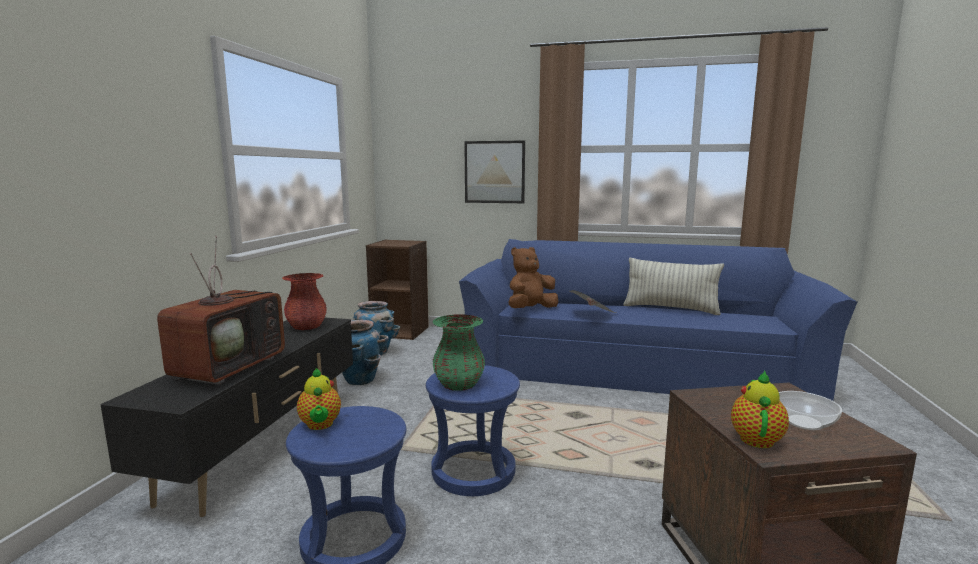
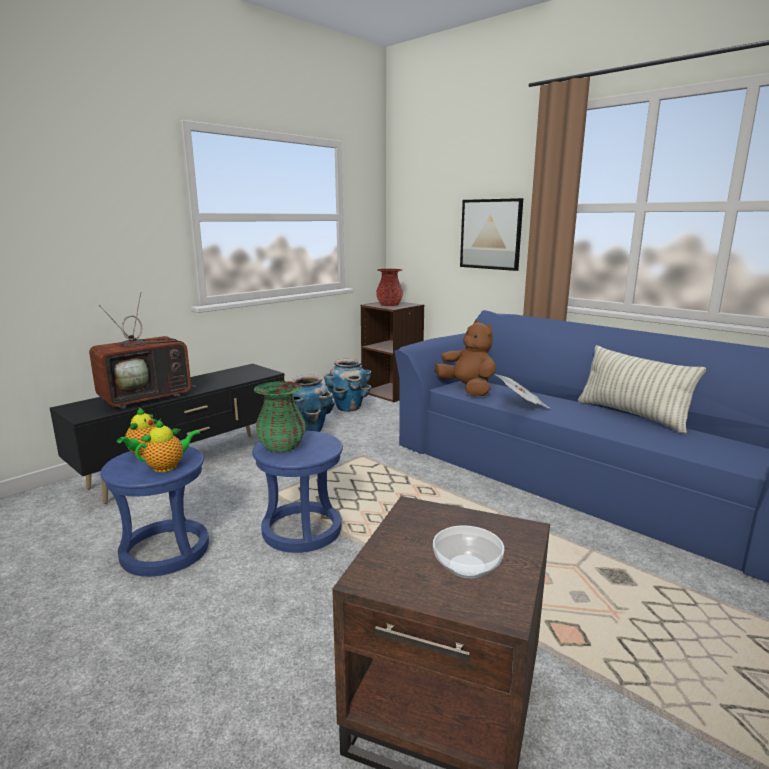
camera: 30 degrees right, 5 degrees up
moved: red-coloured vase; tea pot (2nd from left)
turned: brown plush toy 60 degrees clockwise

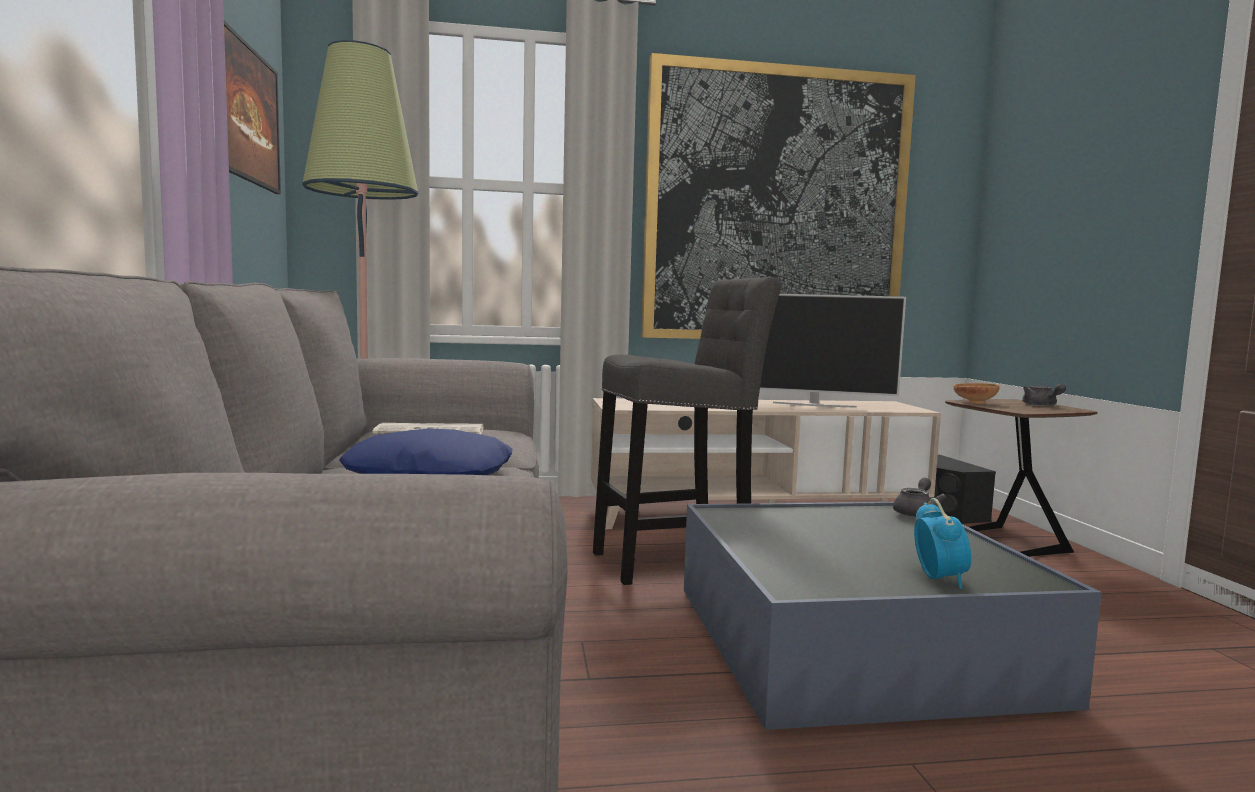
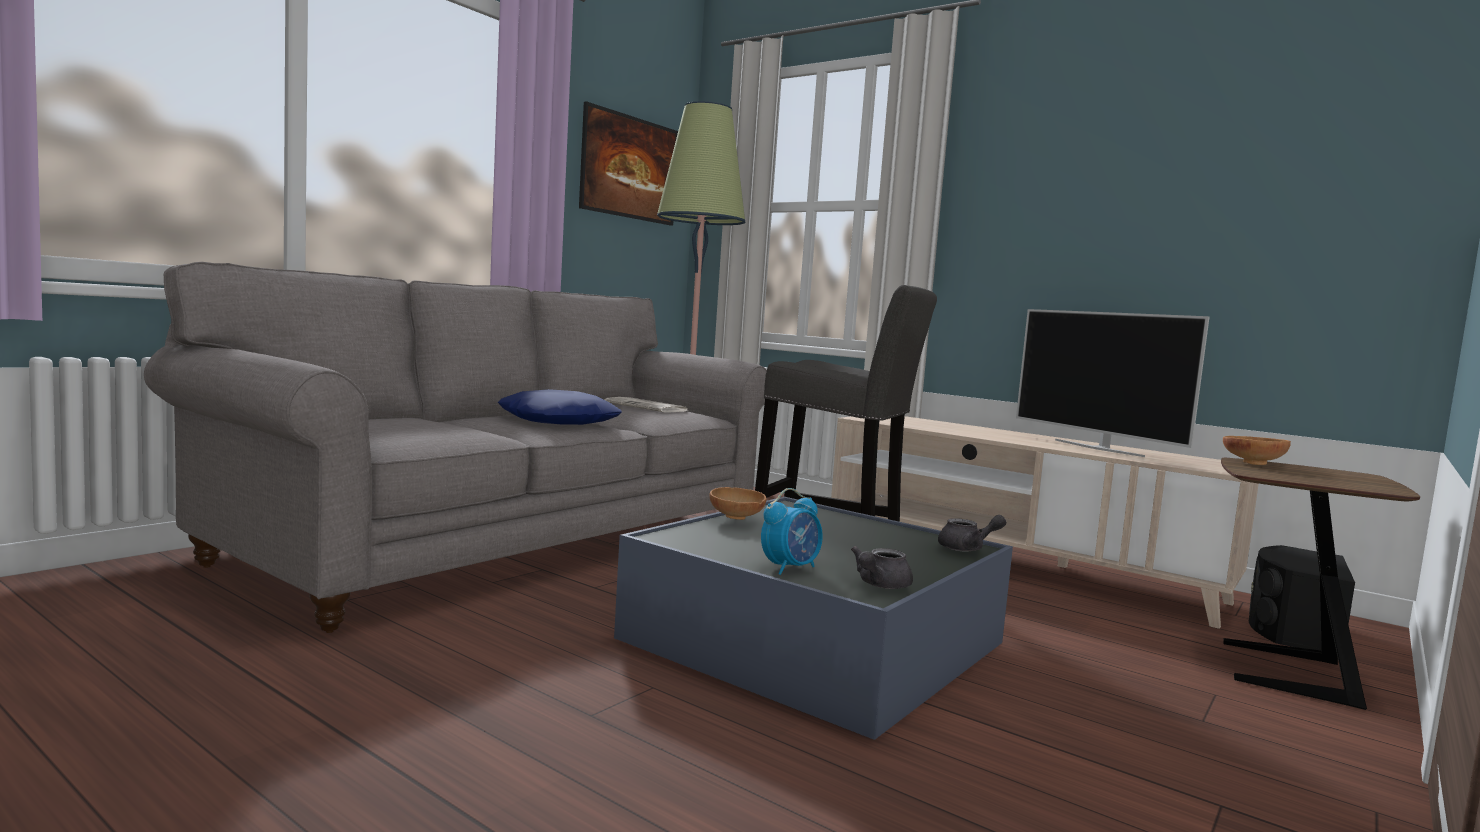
camera: 45 degrees right, 0 degrees up
removed: wall art (2nd from left)
added: brown serving bowl (1st from left)
moved: greyish tea pot (2nd from left in the first image) to greyish tea pot (1st from left)

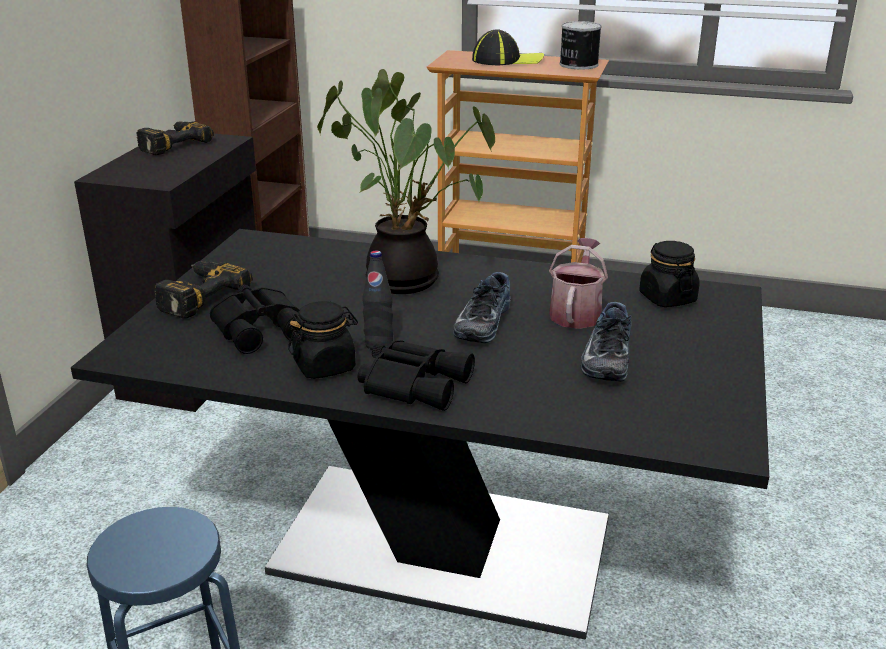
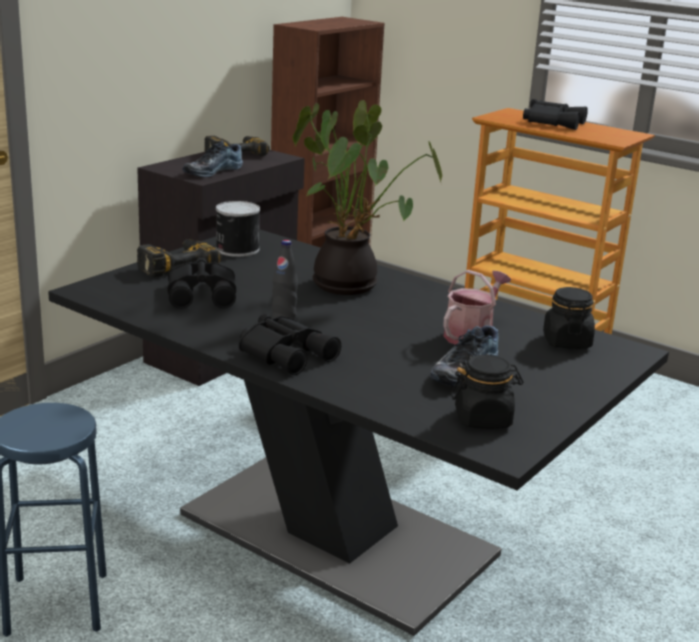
camera: 20 degrees right, 5 degrees down
moved: black jar (1st from left); item of footwear (1st from left); can
replaced: baseball cap to black field glasses (3rd from left)

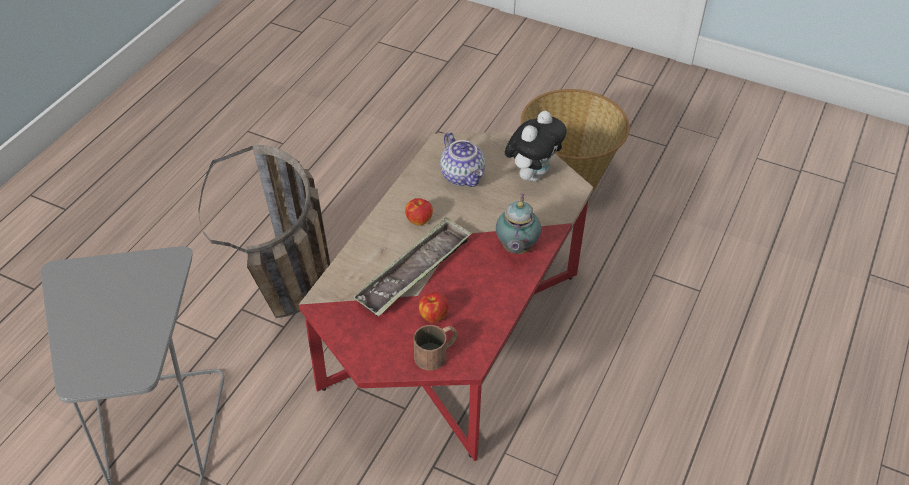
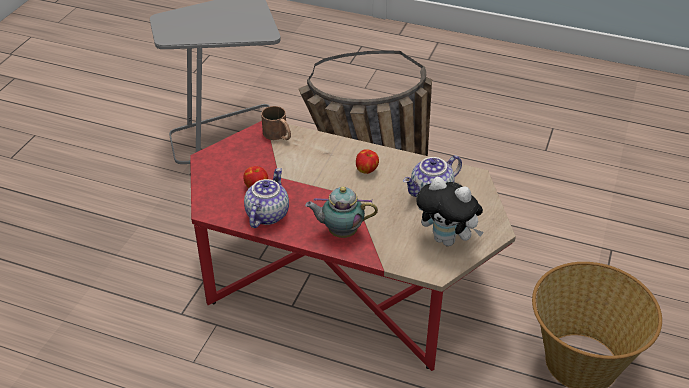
camera: 85 degrees right, 5 degrees down
removed: tray
added: tea pot (1st from left)
moved: brown tea mug

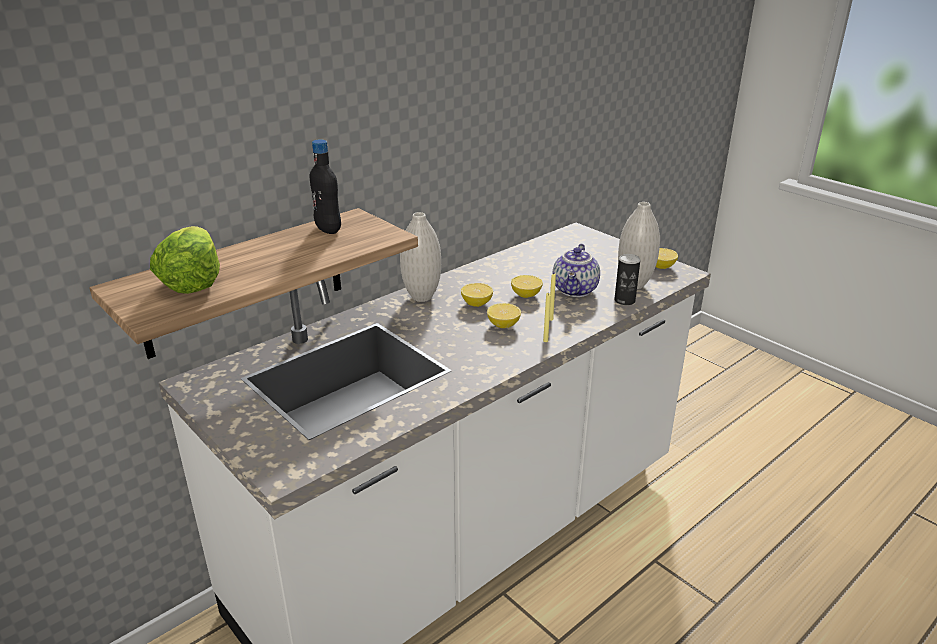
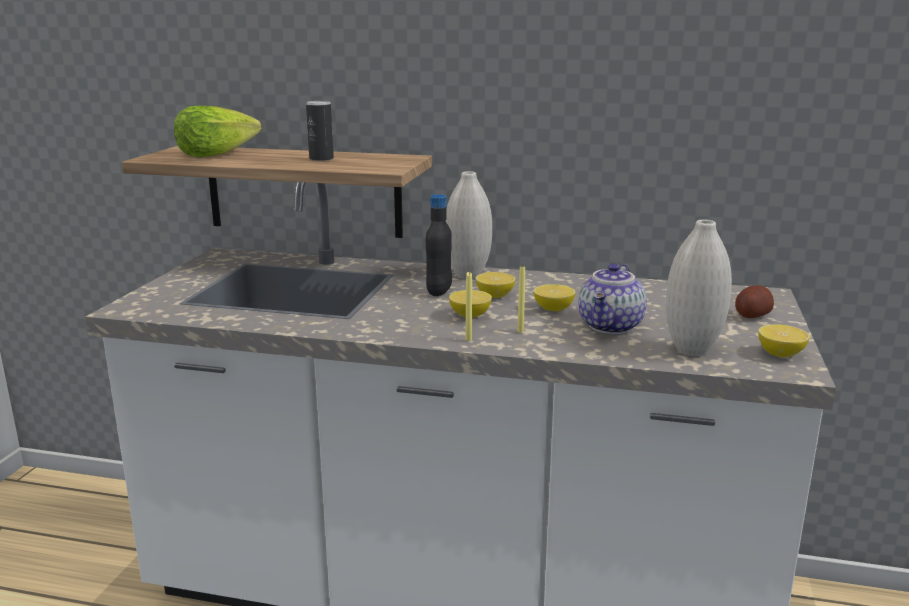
camera: 55 degrees right, 10 degrees down
added: potato
moved: black drink bottle; can
turned: tea pot 45 degrees counterclockwise

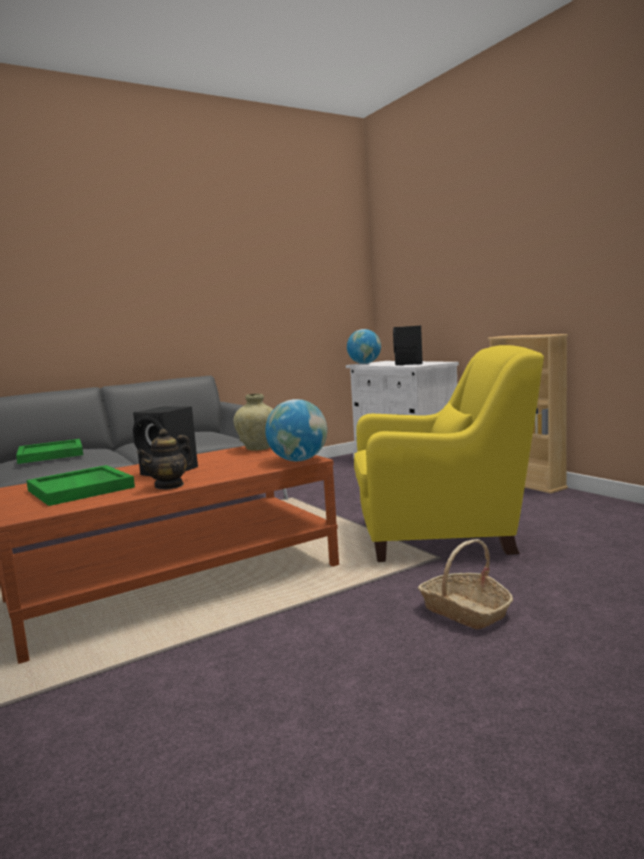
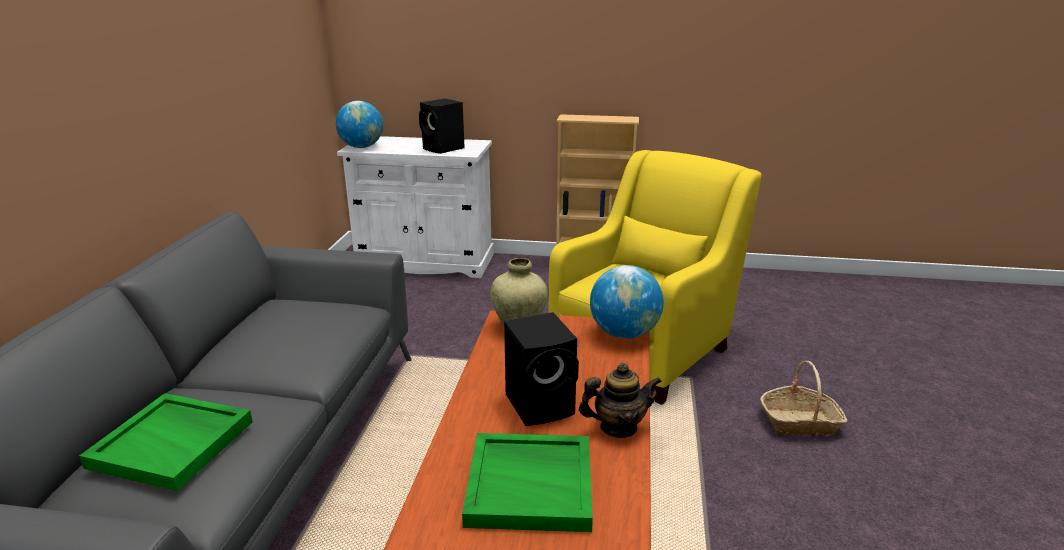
camera: 50 degrees left, 15 degrees up
turned: tea pot 90 degrees counterclockwise

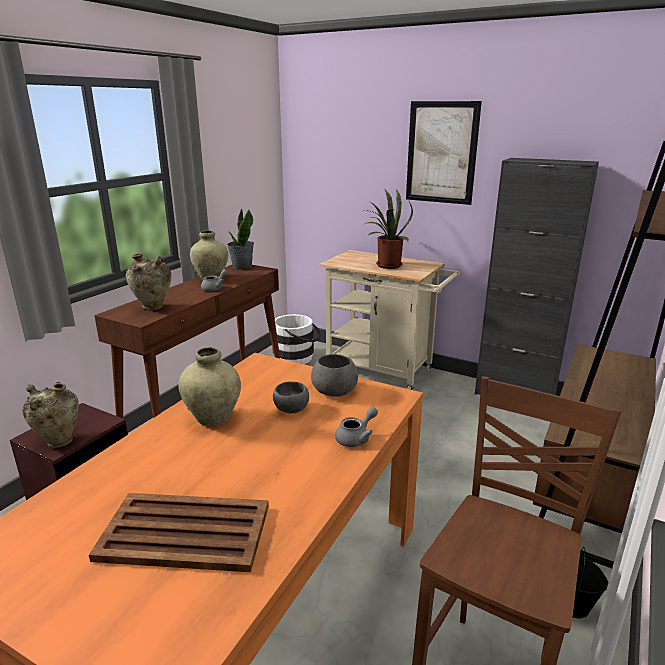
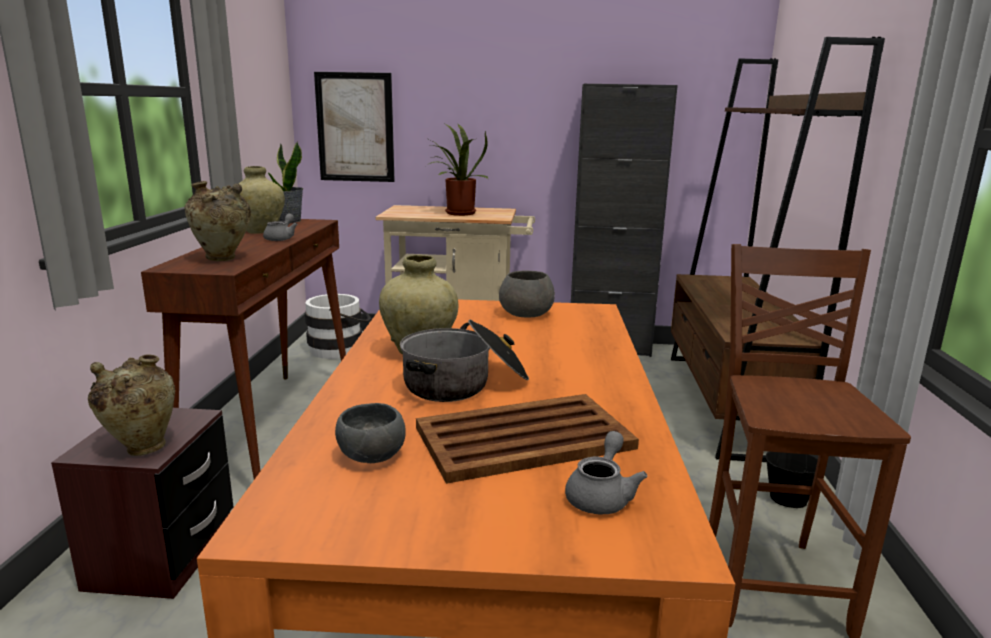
camera: 25 degrees left, 5 degrees down
added: saucepot
moved: greyish serving bowl (1st from left); greyish tea pot (2nd from left); wall art

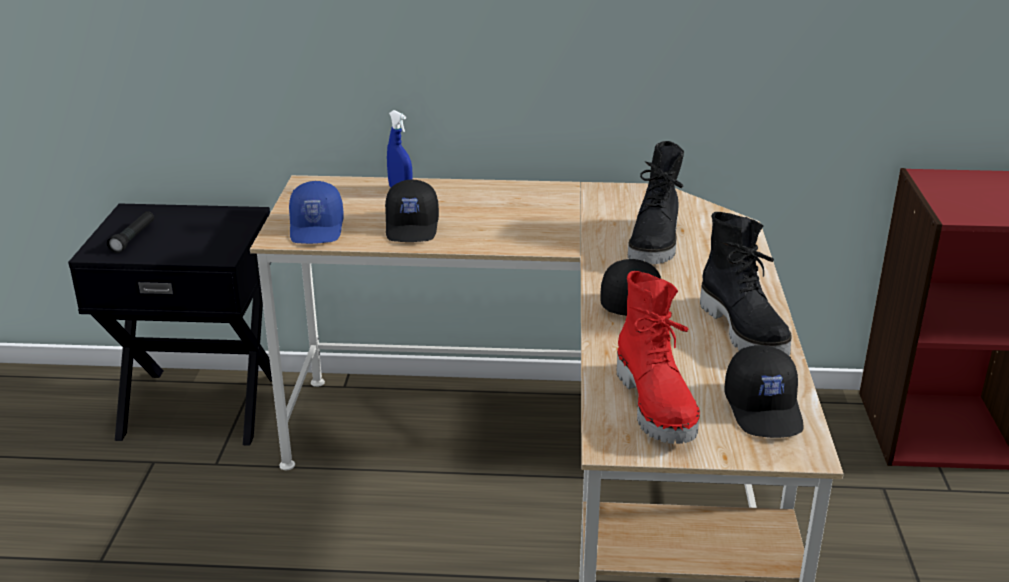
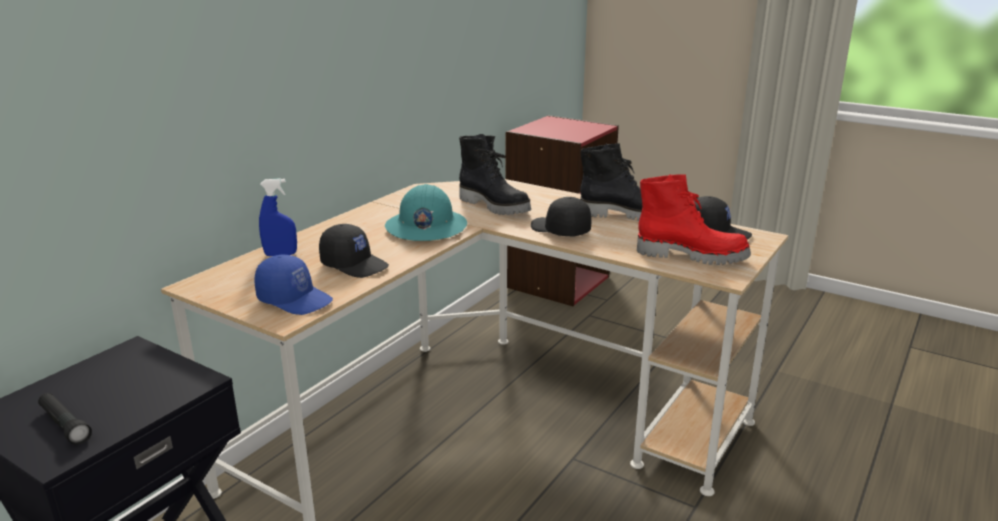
camera: 60 degrees left, 5 degrees down
added: turquoise-coloured safety helmet

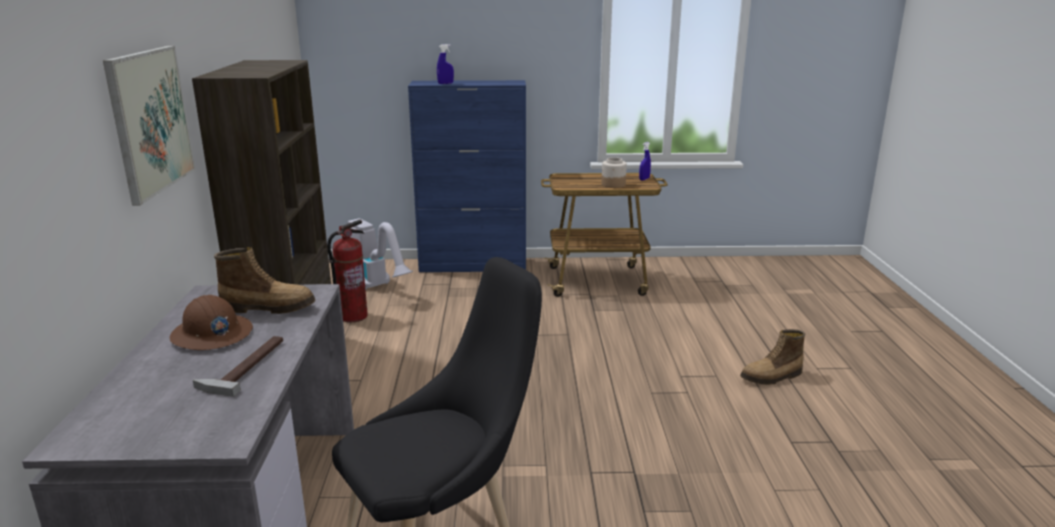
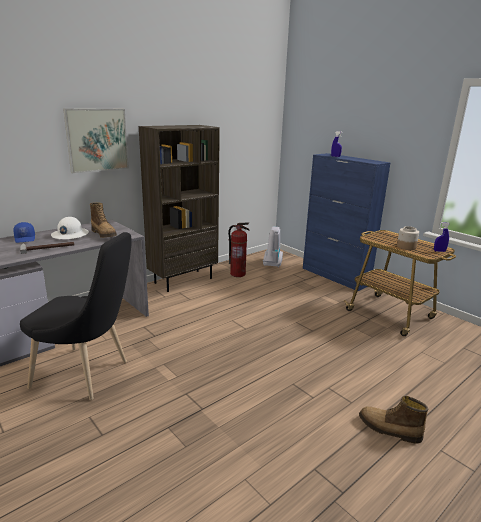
camera: 50 degrees right, 0 degrees up
added: blue-coloured baseball cap
recoloured: brown safety helmet to whitish safety helmet

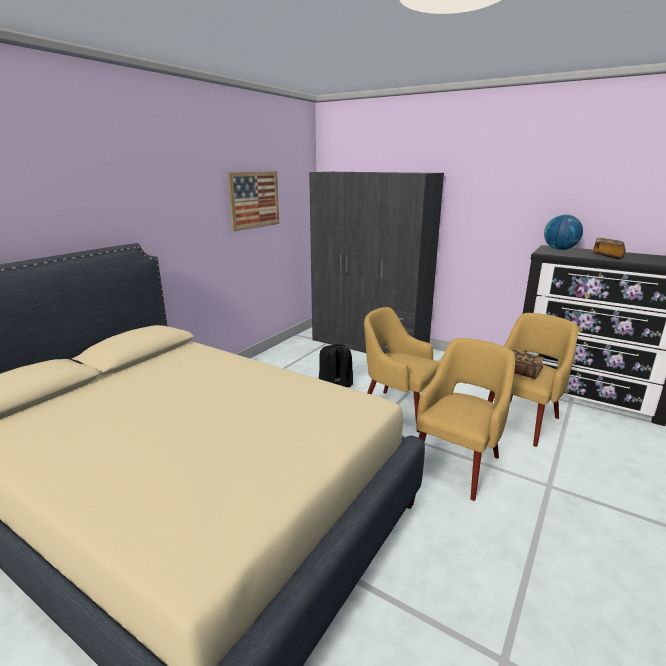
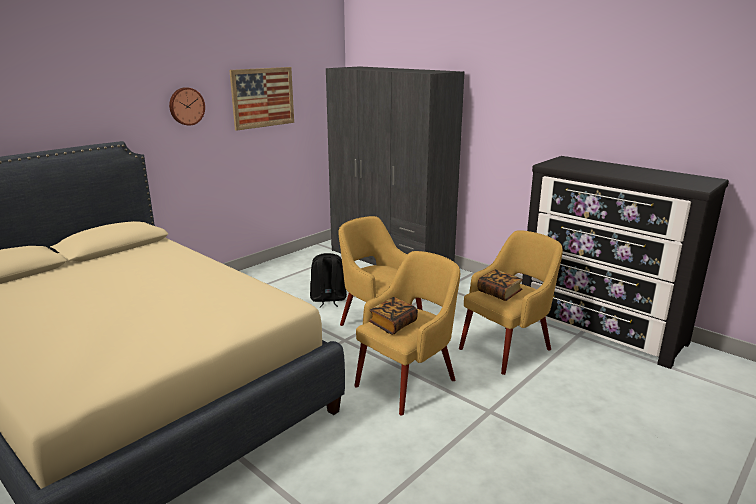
camera: 10 degrees right, 0 degrees up
removed: globe
added: clock on the wall
moved: volume (2nd from left in the first image) to volume (1st from left)

